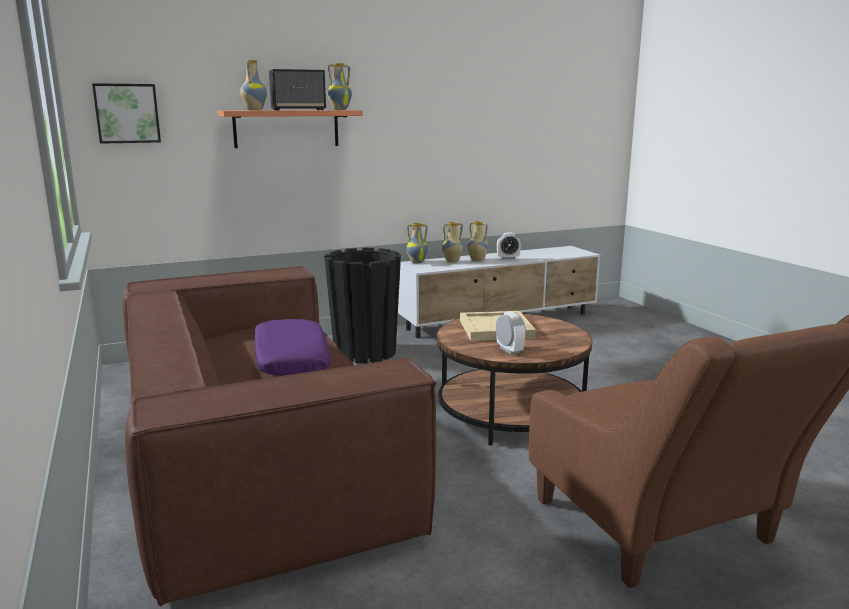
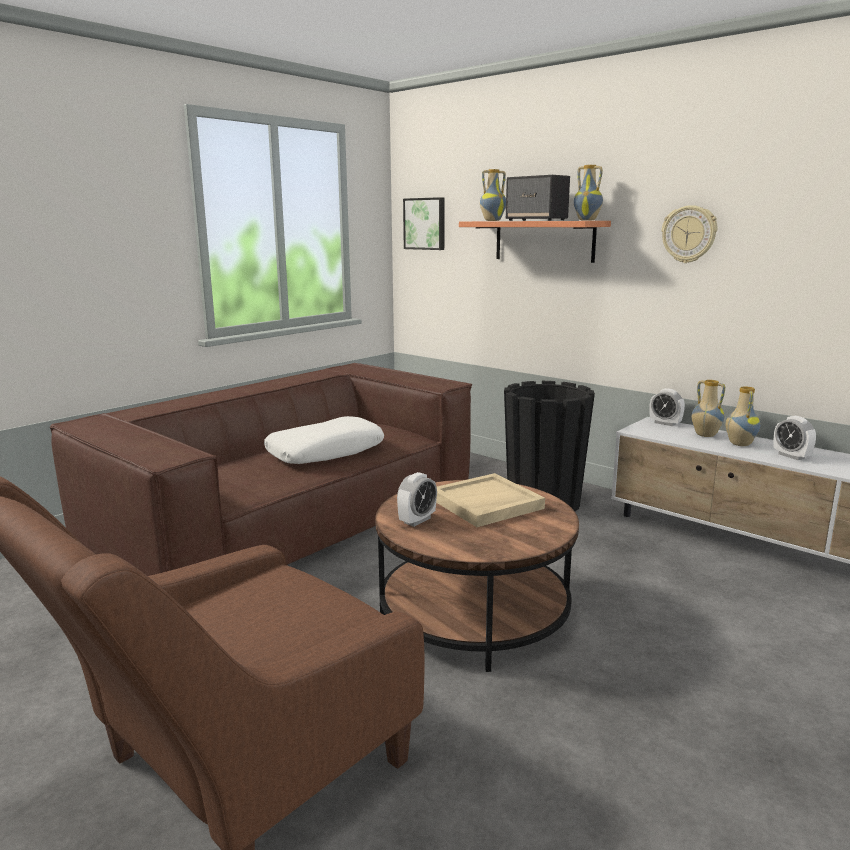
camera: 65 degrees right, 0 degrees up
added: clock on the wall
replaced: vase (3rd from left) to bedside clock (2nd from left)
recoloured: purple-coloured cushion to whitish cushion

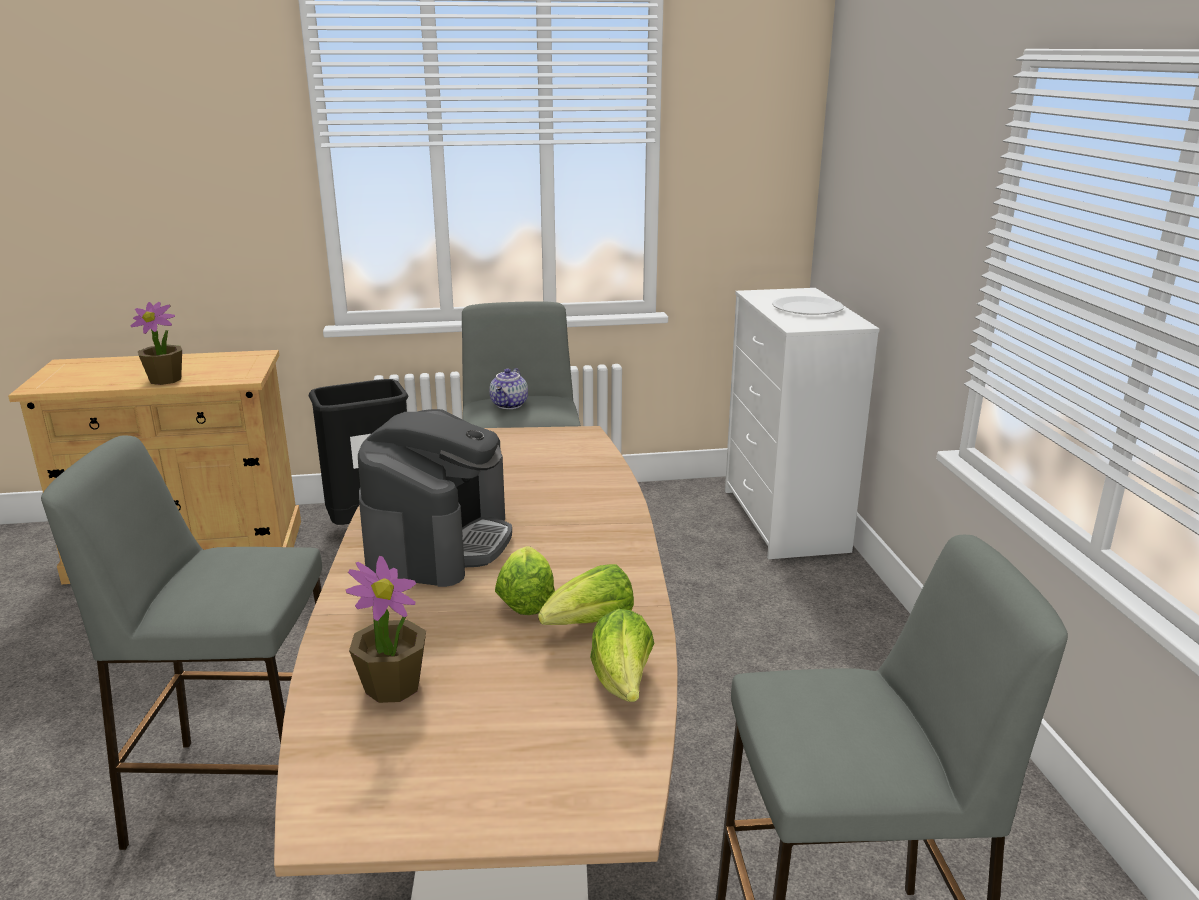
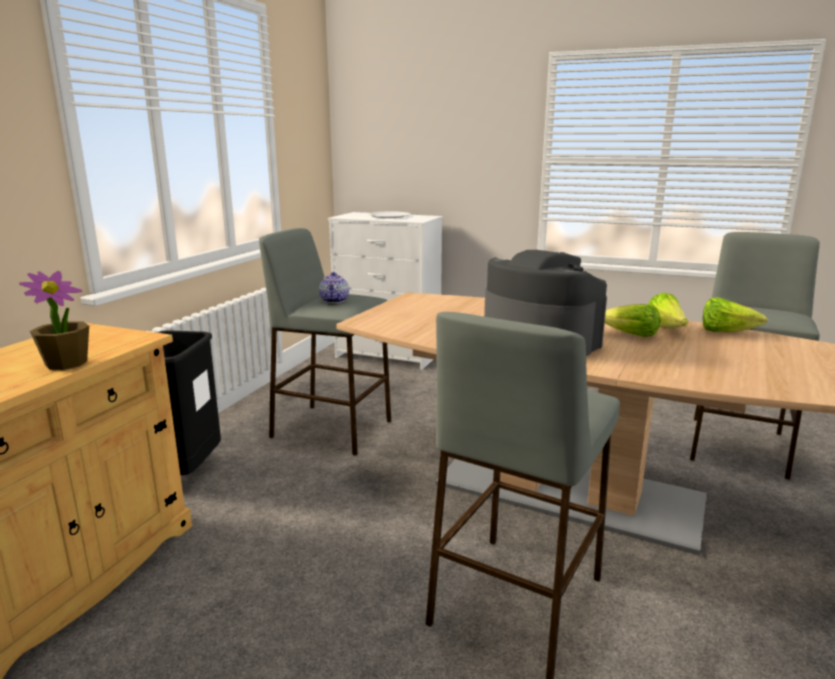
camera: 60 degrees left, 5 degrees down
removed: plant in a pot (2nd from left)
turned: tea pot 45 degrees clockwise

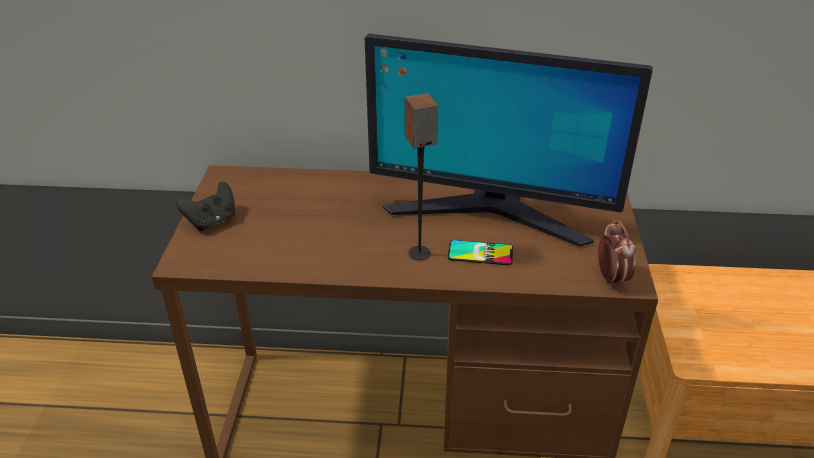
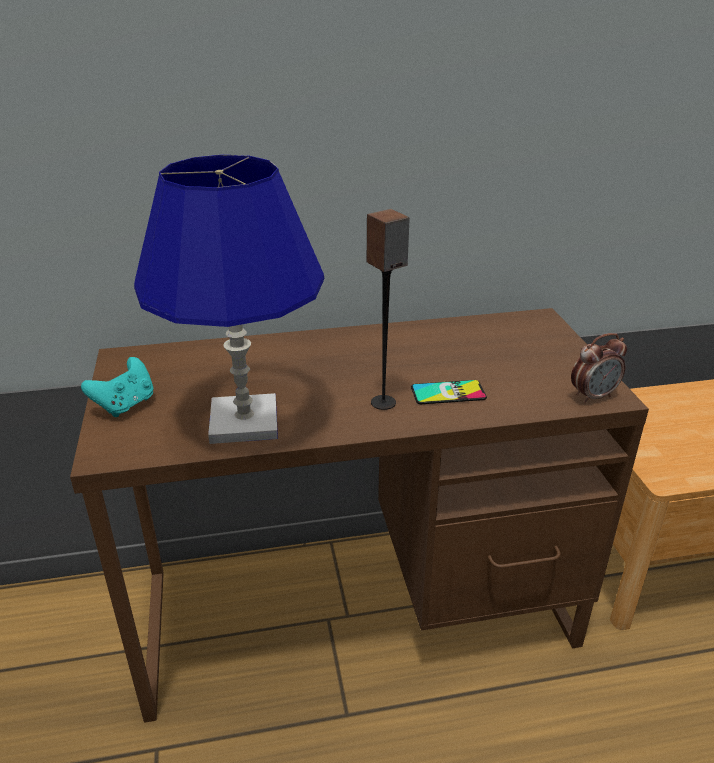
camera: 15 degrees left, 5 degrees down
removed: monitor
added: blue-coloured tabletop lamp
recoloured: black game controller to turquoise-coloured game controller
turned: bedside clock 90 degrees clockwise

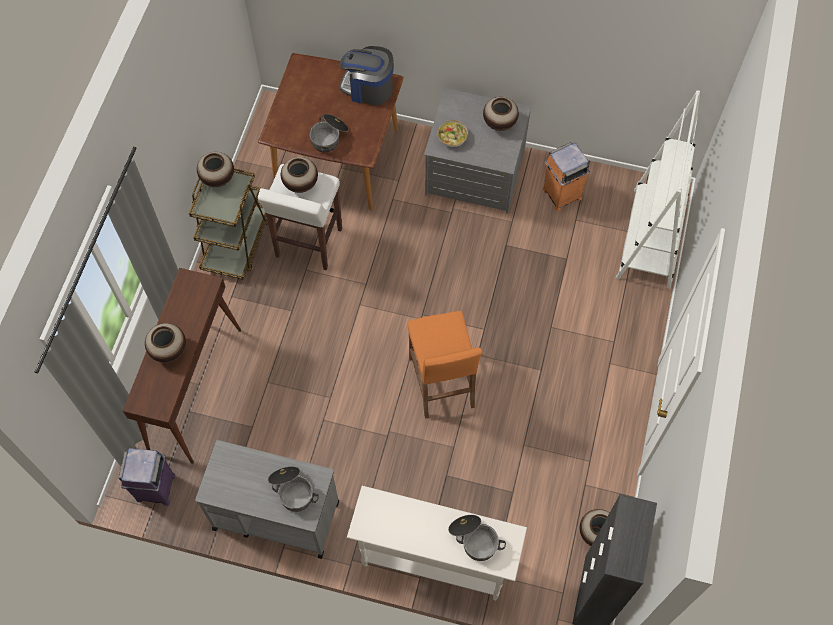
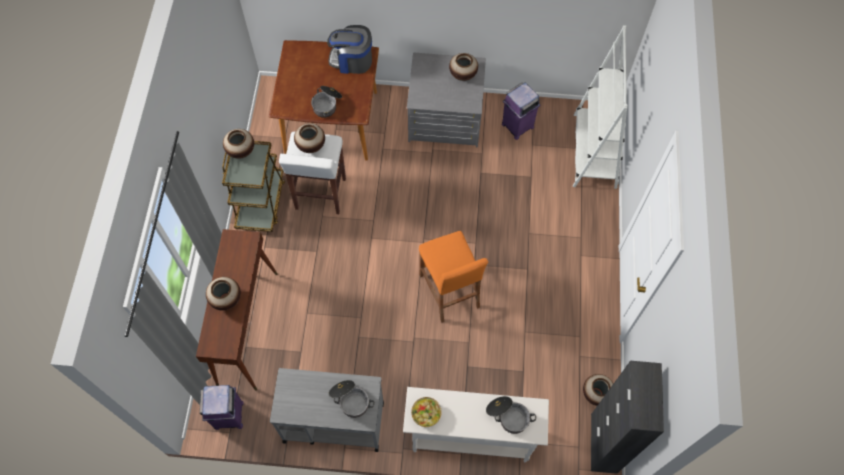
camera: 10 degrees left, 0 degrees up
moved: serving bowl
recoloured: orange-coloured waste bin to purple-coloured waste bin (2nd from left)

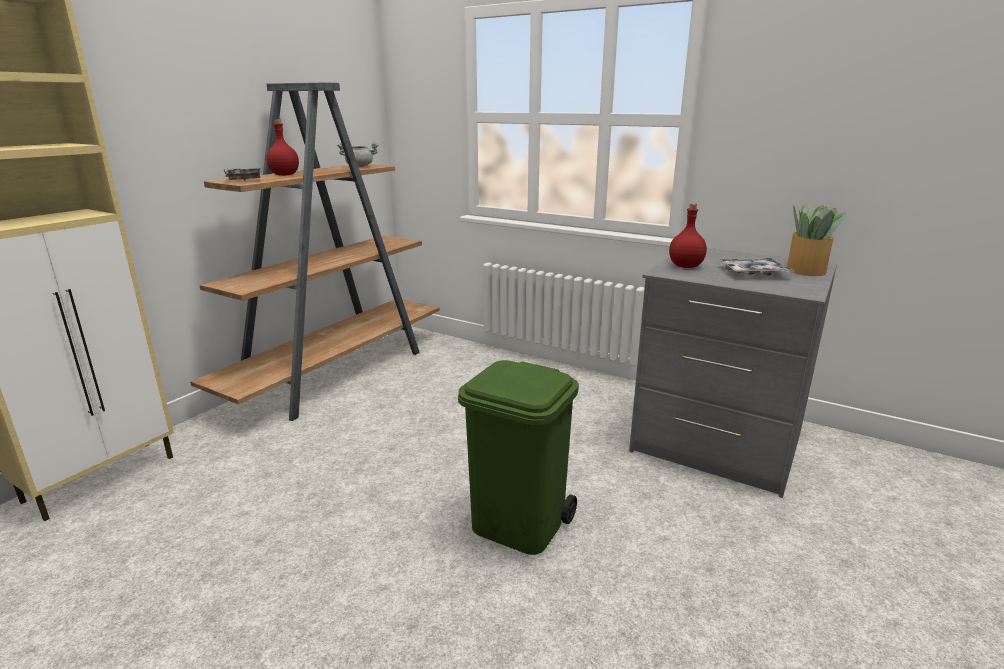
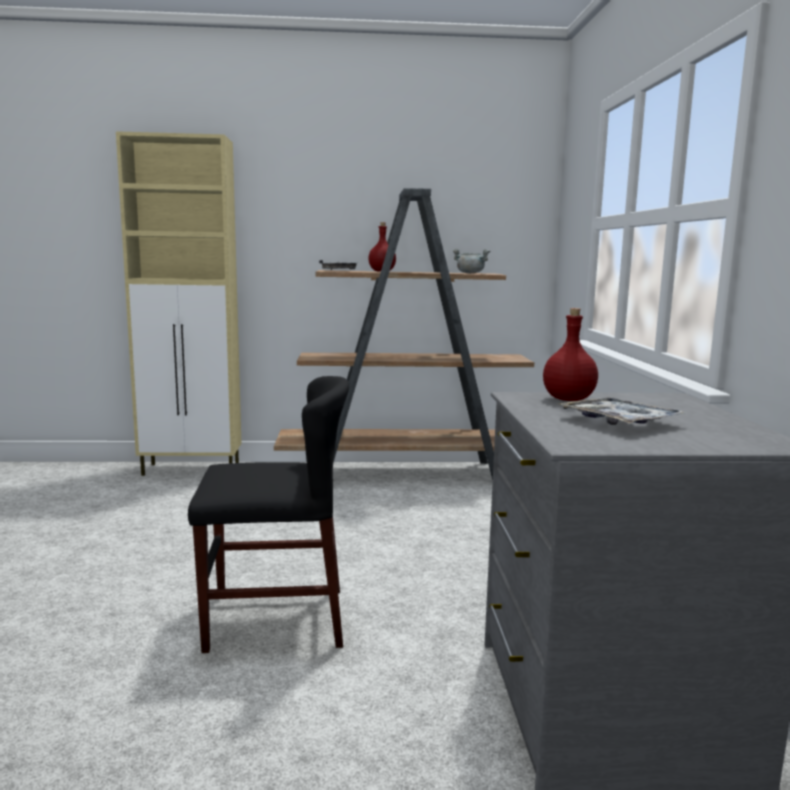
camera: 55 degrees right, 10 degrees down
removed: plant in a pot
replaced: greenish waste bin to black chair

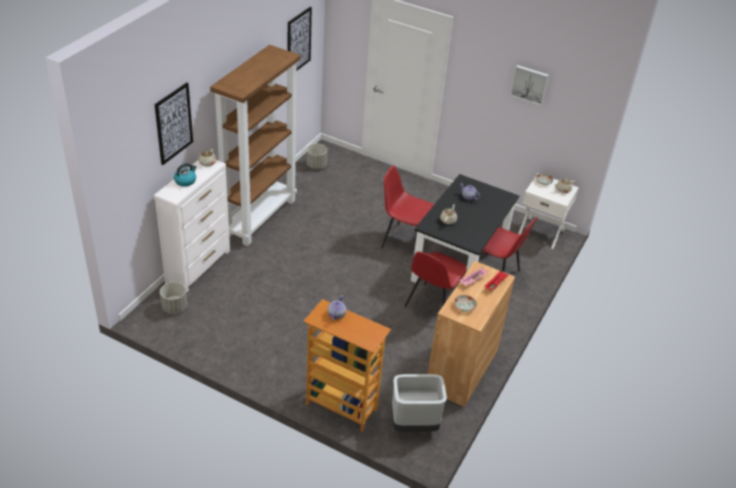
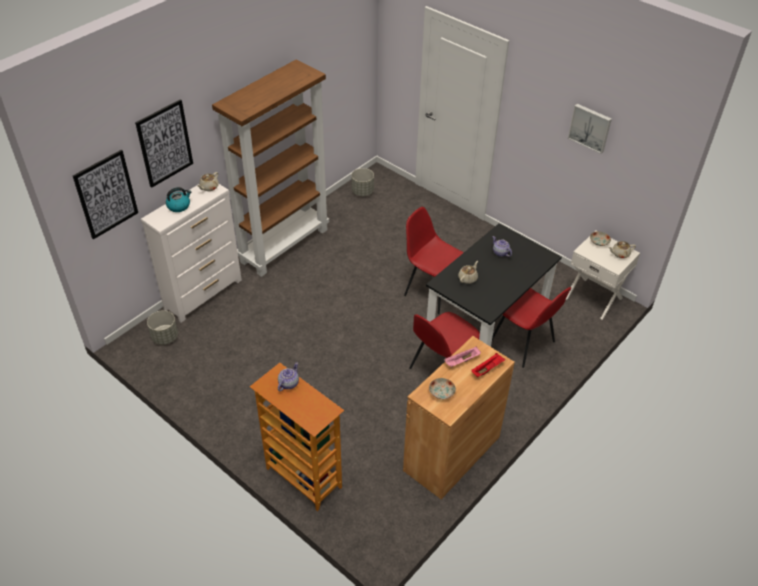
camera: 15 degrees right, 5 degrees up
removed: greyish waste bin
moved: wall art (2nd from left in the first image) to wall art (1st from left)

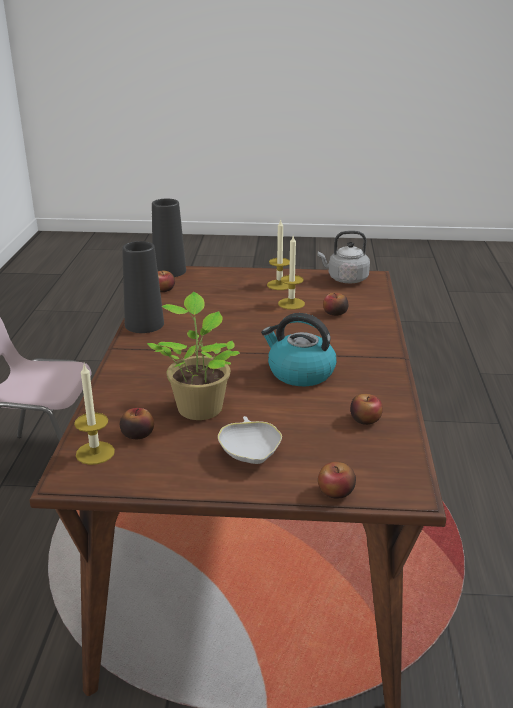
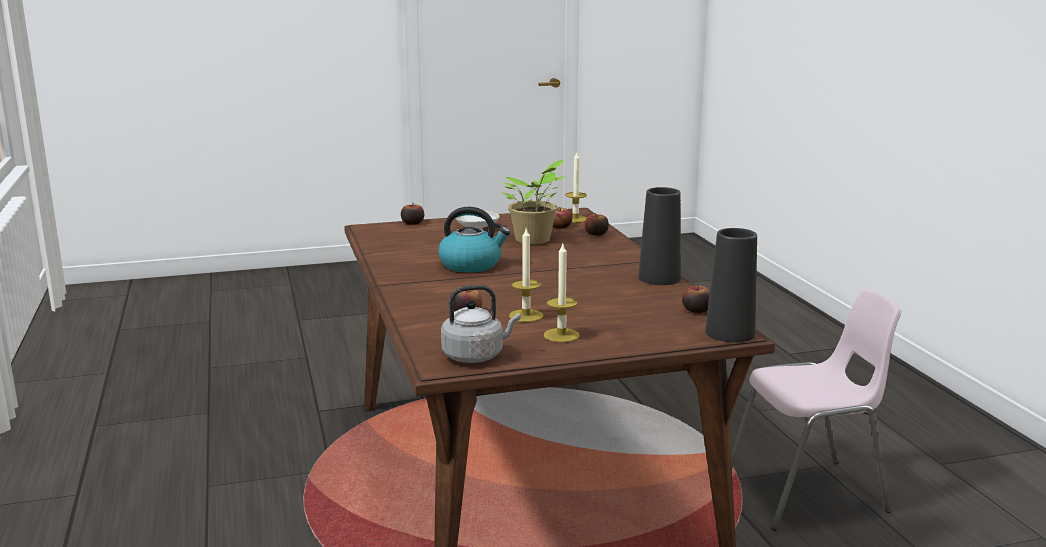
camera: 160 degrees right, 10 degrees down
moved: whole apple (5th from left in the first image) to whole apple (4th from left)

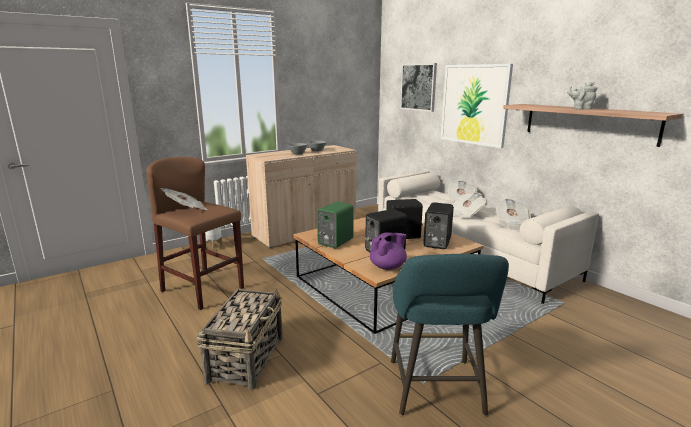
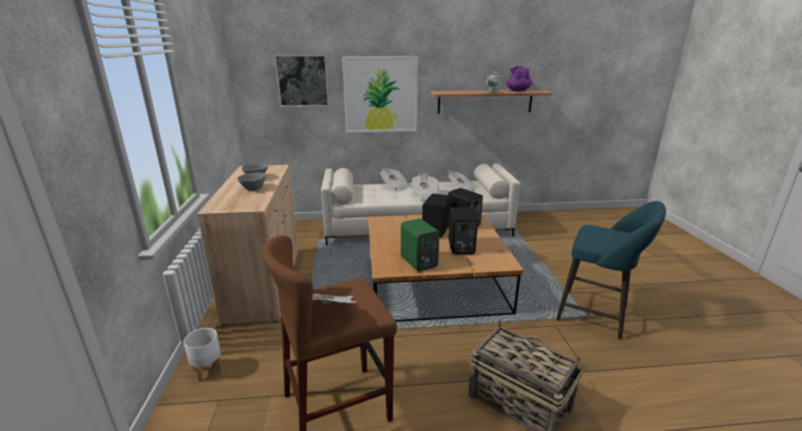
camera: 60 degrees left, 5 degrees up
moved: purple-coloured tea pot

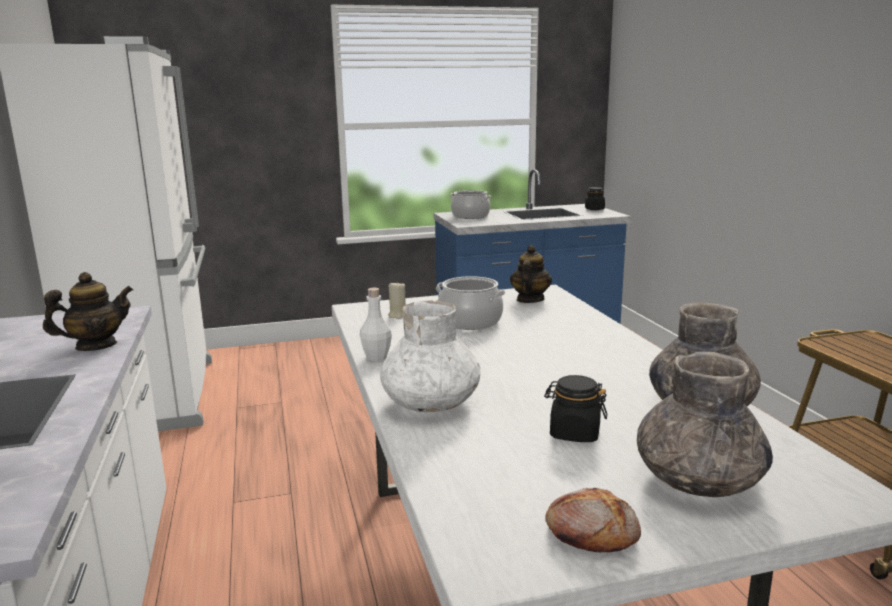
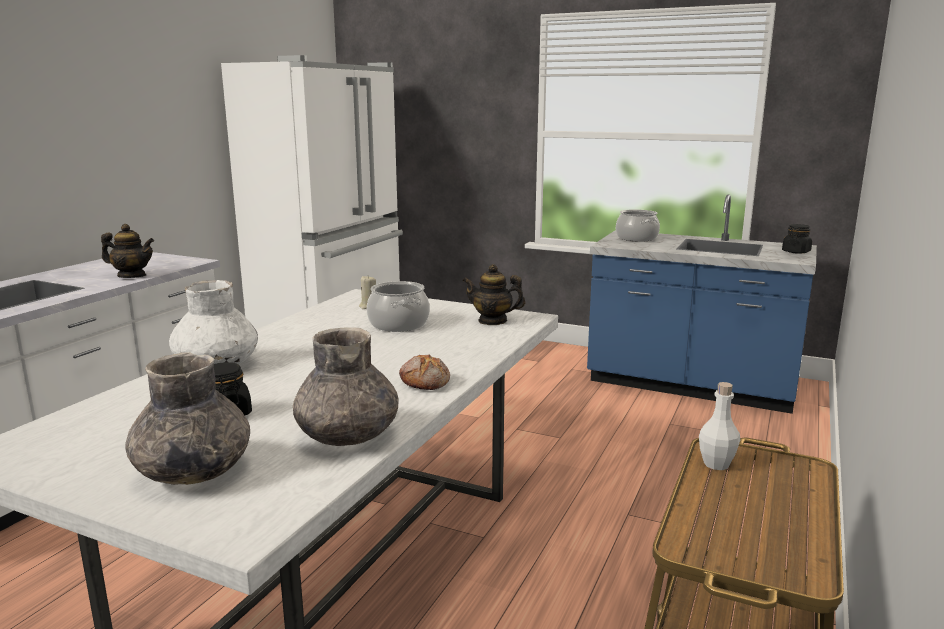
camera: 40 degrees right, 0 degrees up
moved: whitish drink bottle; bakery bread
turned: tea pot (2nd from left) 135 degrees counterclockwise

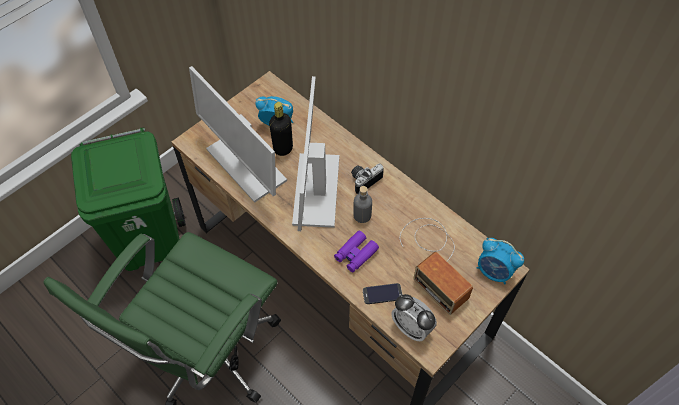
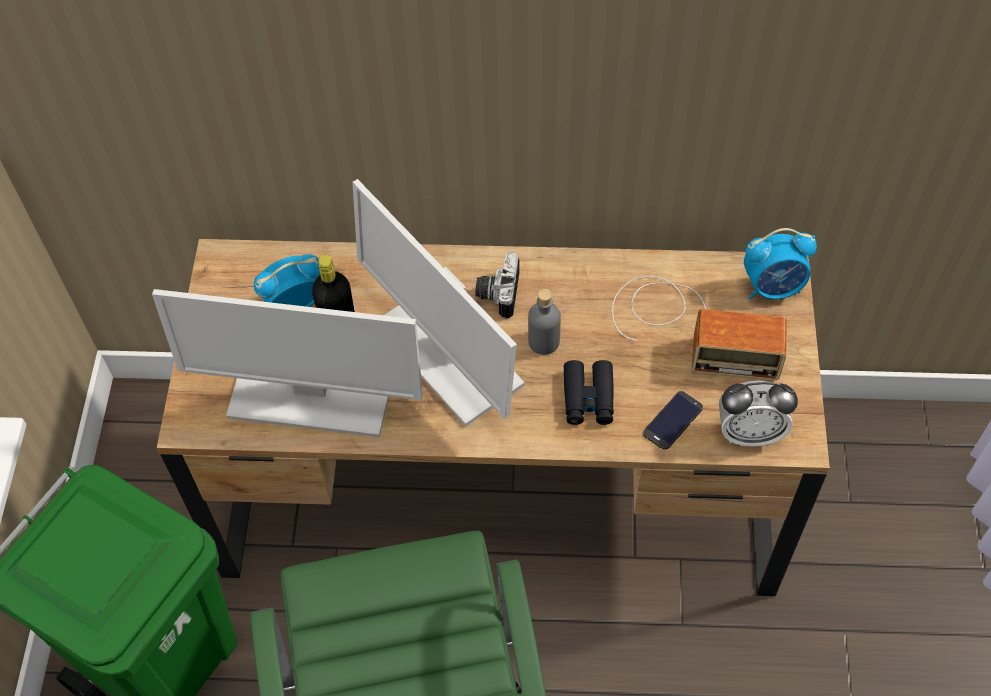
camera: 40 degrees left, 0 degrees up
recoloured: purple-coloured field glasses to black field glasses

